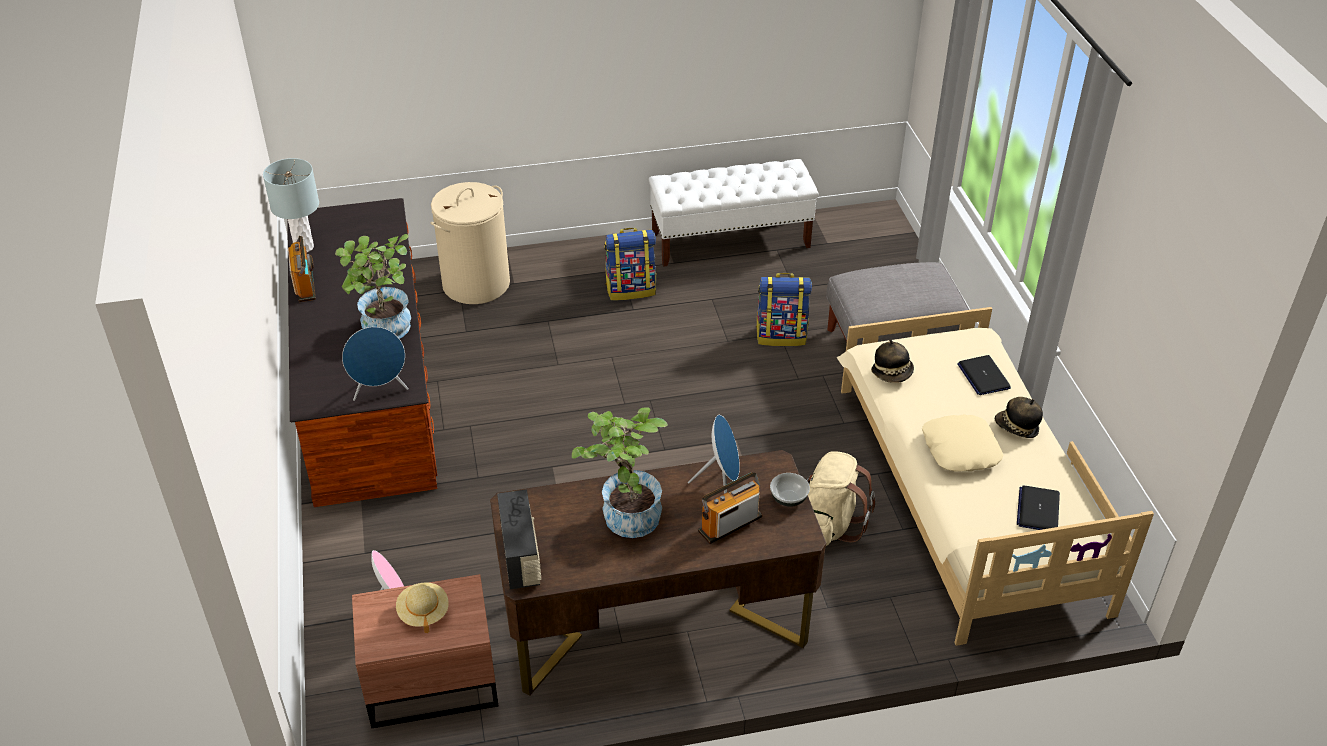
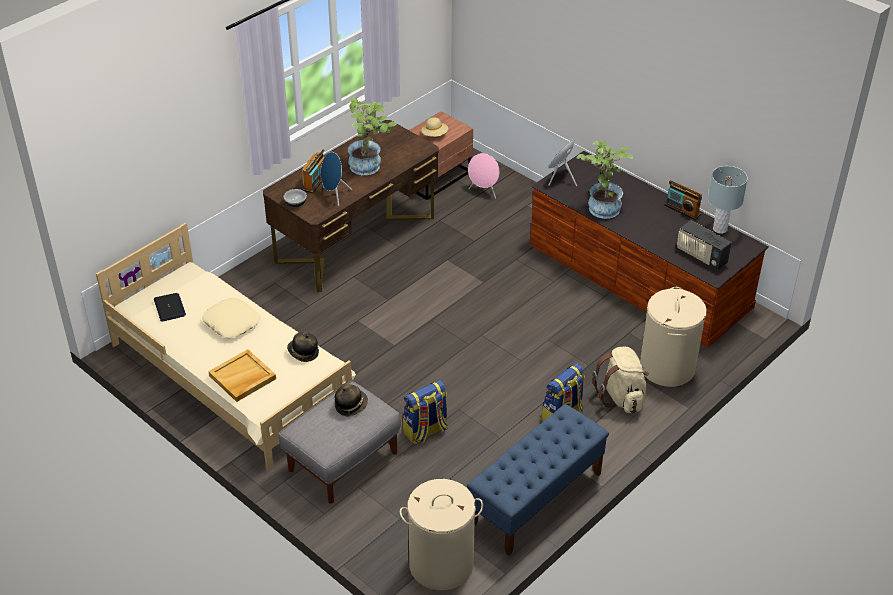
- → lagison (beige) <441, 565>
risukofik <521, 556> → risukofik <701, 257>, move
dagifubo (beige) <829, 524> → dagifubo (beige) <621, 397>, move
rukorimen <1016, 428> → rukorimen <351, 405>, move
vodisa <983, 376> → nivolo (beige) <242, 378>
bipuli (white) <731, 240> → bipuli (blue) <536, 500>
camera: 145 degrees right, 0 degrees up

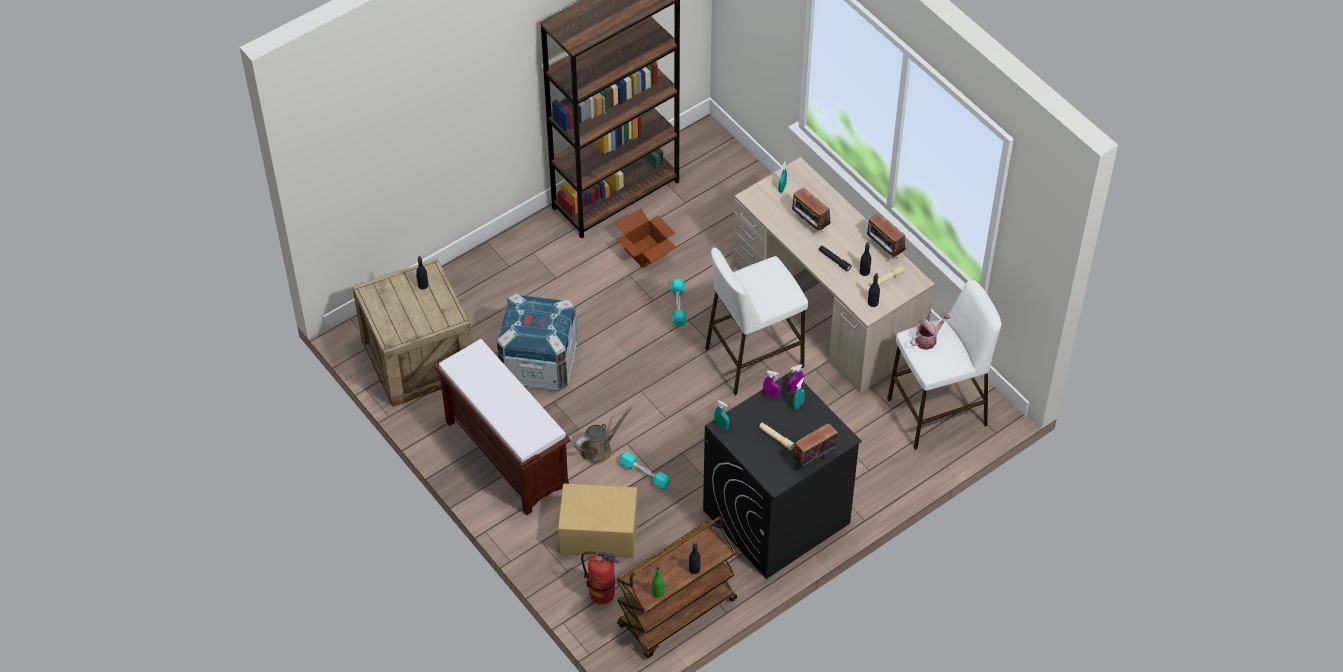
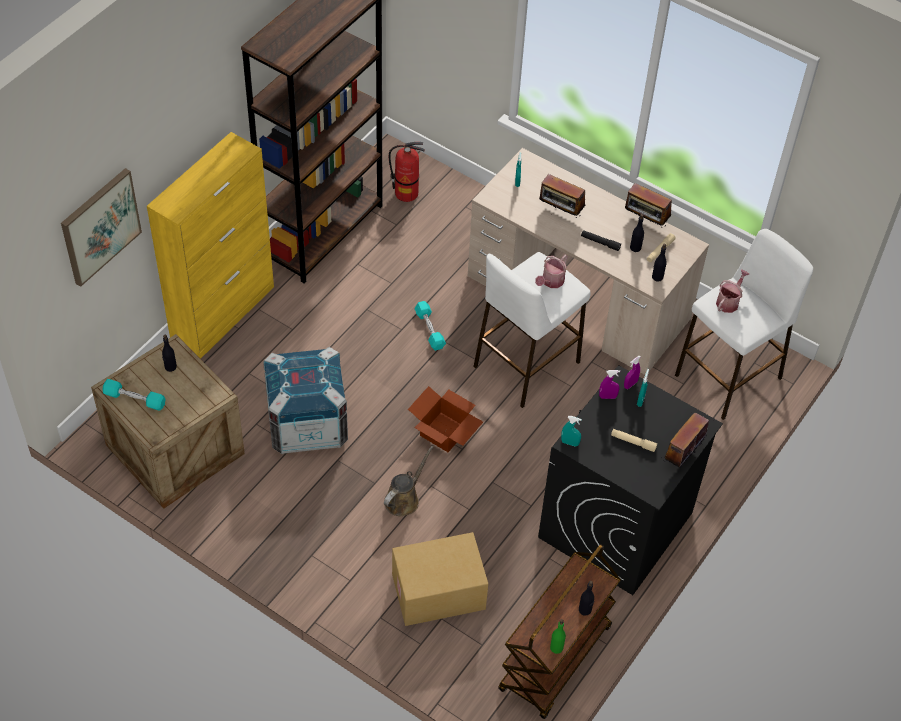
bipuli (brown) <505, 454> → -
- → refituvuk <100, 226>
- → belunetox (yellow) <223, 314>
- → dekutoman <551, 282>
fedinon <602, 593> → fedinon <406, 193>, move
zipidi <646, 252> → zipidi <444, 433>, move
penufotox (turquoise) <644, 474> → penufotox (turquoise) <134, 399>, move
camera: 20 degrees left, 0 degrees up

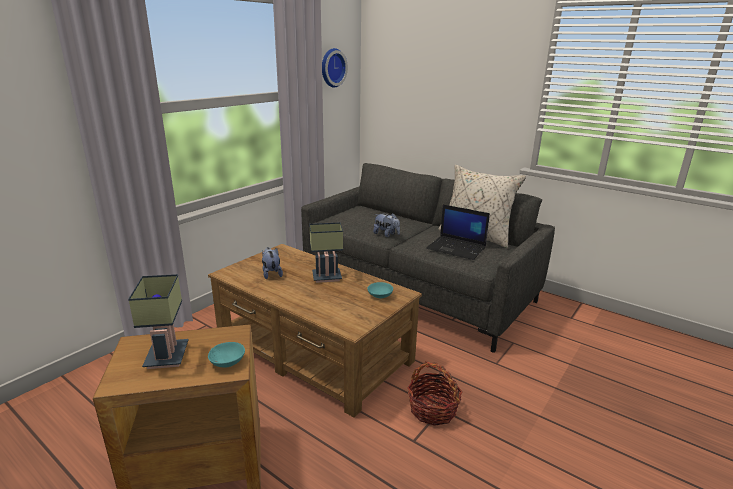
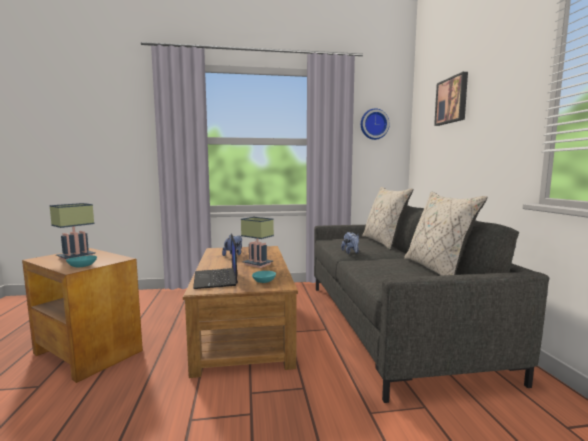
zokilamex <432, 409> → -
- → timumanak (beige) <384, 242>
- → refituvuk <452, 100>
vodisa <457, 248> → vodisa <216, 279>, move
camera: 45 degrees right, 15 degrees down

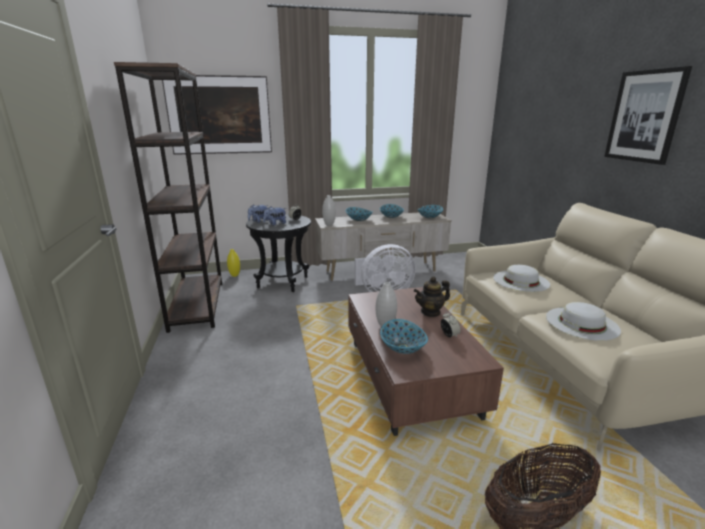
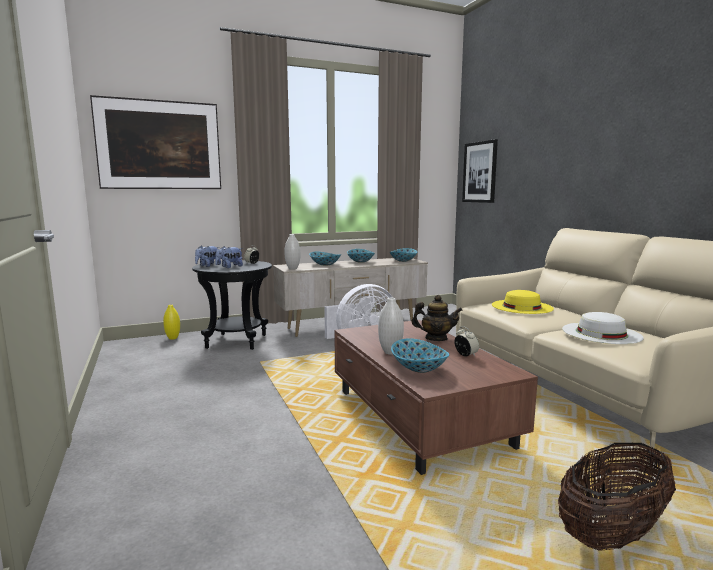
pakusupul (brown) <197, 305> → -
refituvuk <645, 116> → refituvuk <480, 172>, move
rukorimen (white) <521, 281> → rukorimen (yellow) <521, 306>
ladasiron <430, 312> → ladasiron <436, 338>, 135 degrees counterclockwise
camera: 10 degrees left, 10 degrees down

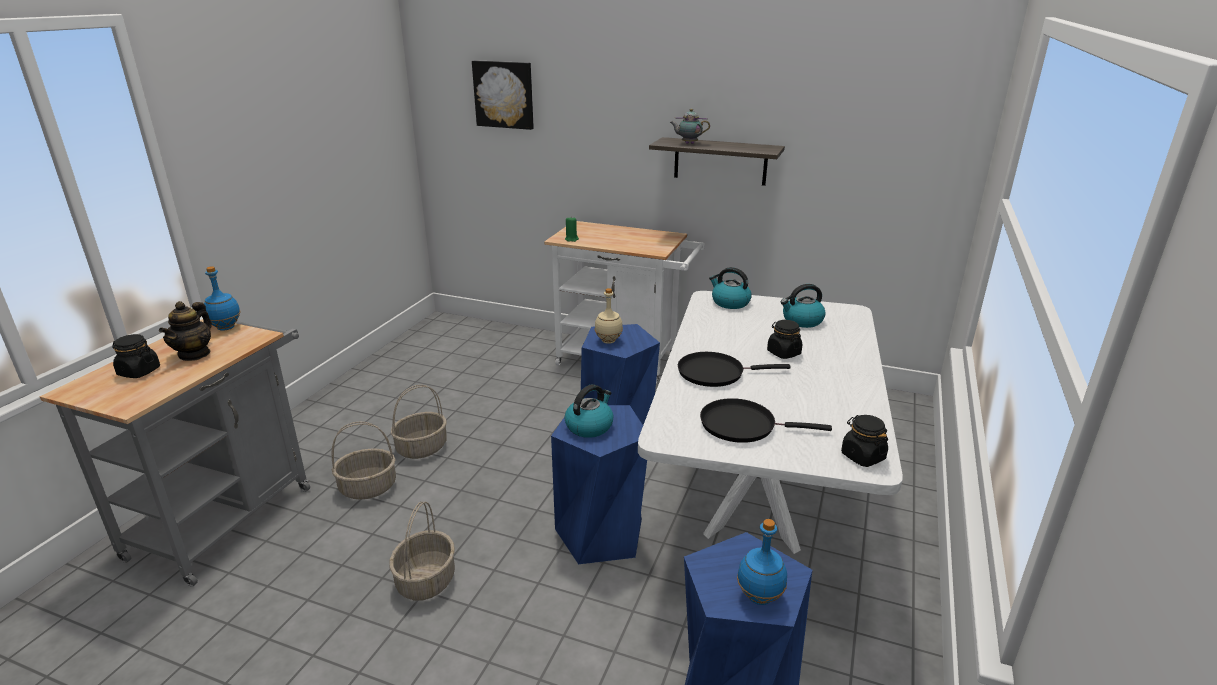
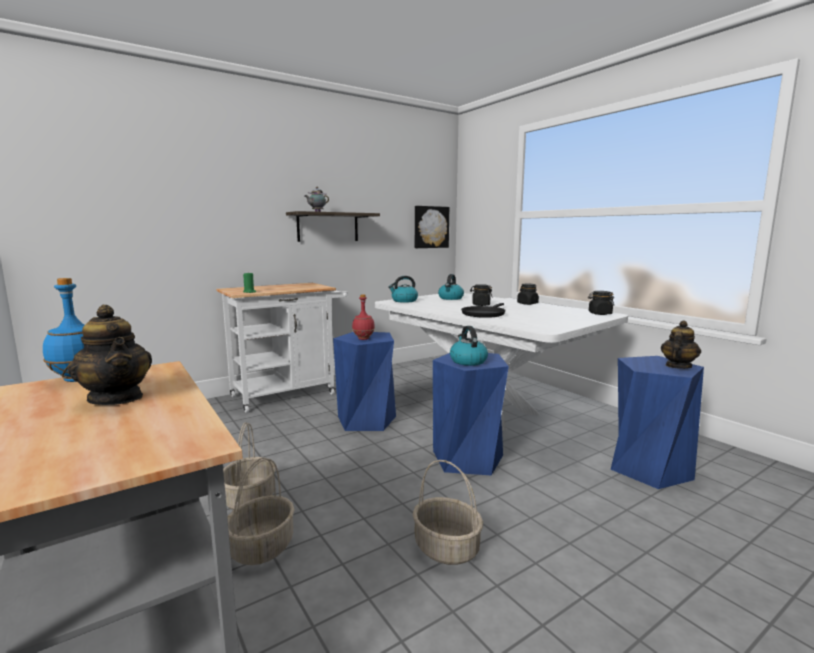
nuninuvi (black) <743, 425> → -
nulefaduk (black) <139, 372> → nulefaduk (black) <527, 303>, move
refituvuk <504, 94> → refituvuk <430, 227>, move
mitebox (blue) <759, 596> → ladasiron <677, 366>
mitebox (beige) <608, 341> → mitebox (red) <363, 339>
camera: 55 degrees left, 15 degrees down

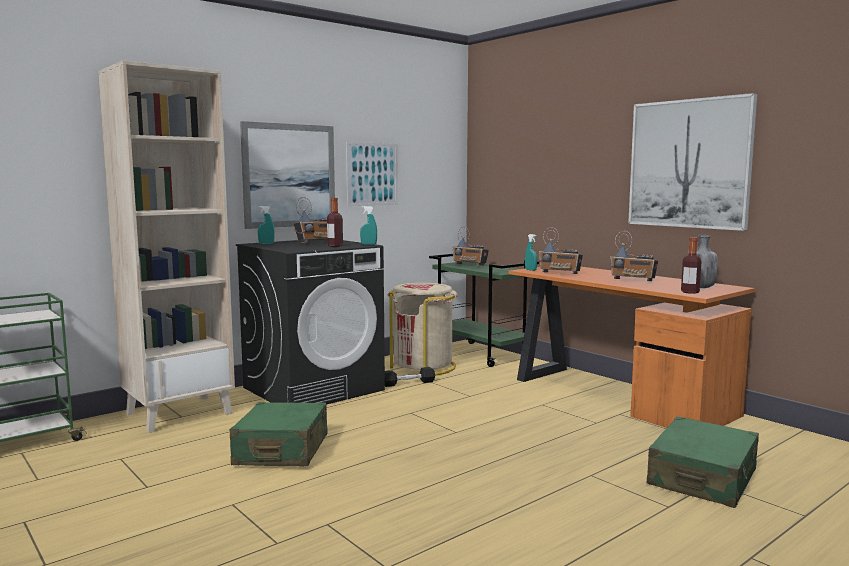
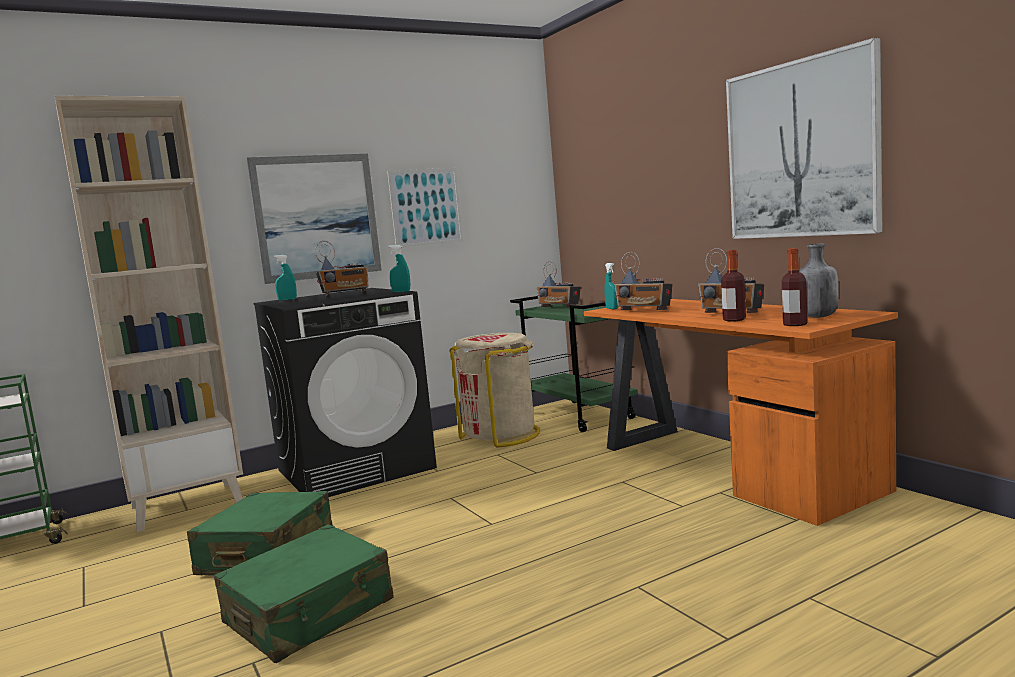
penufotox (black) <408, 383> → -
mitebox <335, 246> → mitebox <734, 320>, move
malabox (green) <702, 478> → malabox (green) <309, 612>, move
camera: 10 degrees right, 0 degrees up

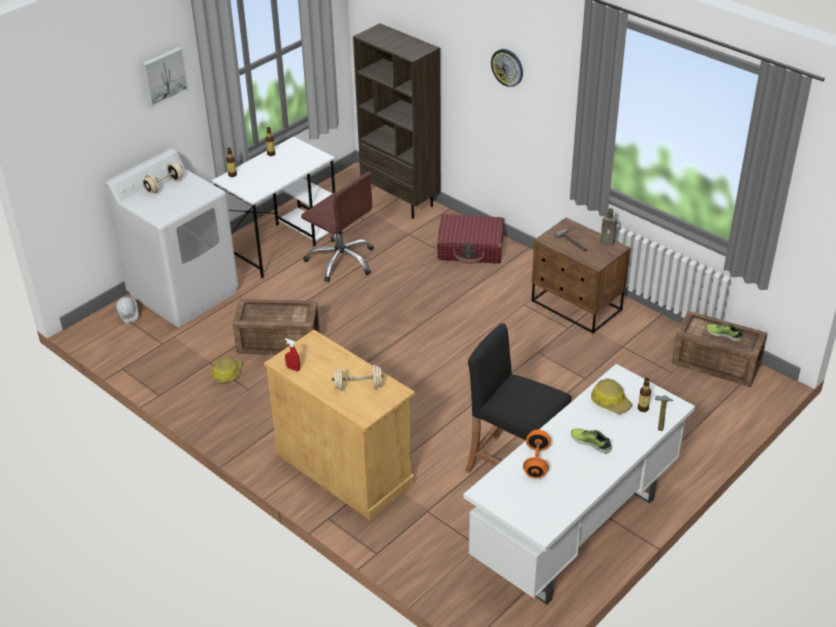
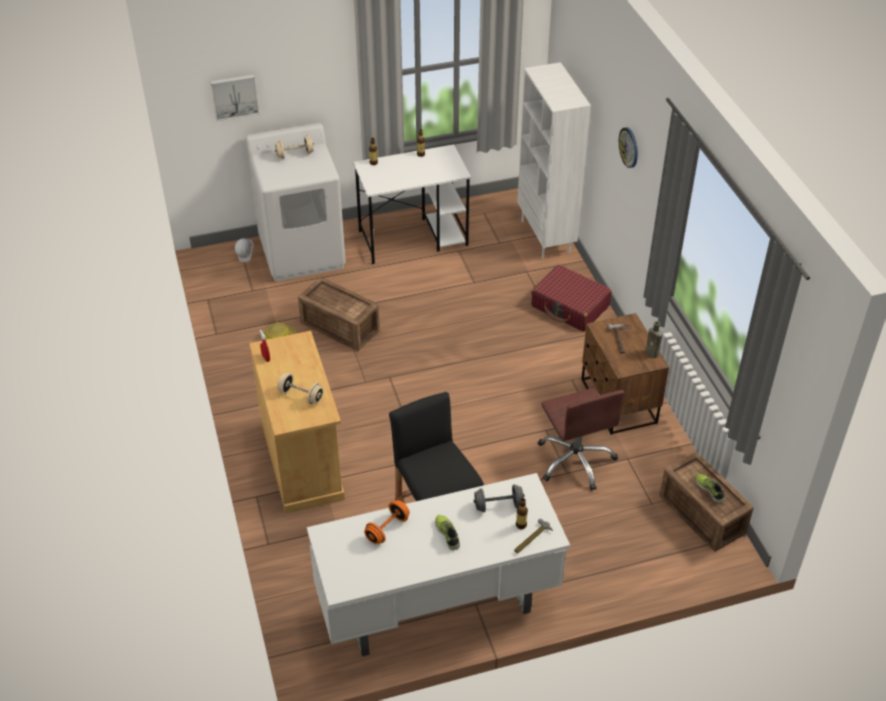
refituvuk <163, 76> → refituvuk <234, 96>, move
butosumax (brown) <341, 261> → butosumax (brown) <575, 460>, move
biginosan <610, 402> → penufotox (grey) <498, 505>
pakusupul (brown) <401, 200> → pakusupul (white) <546, 236>
camera: 30 degrees right, 5 degrees up

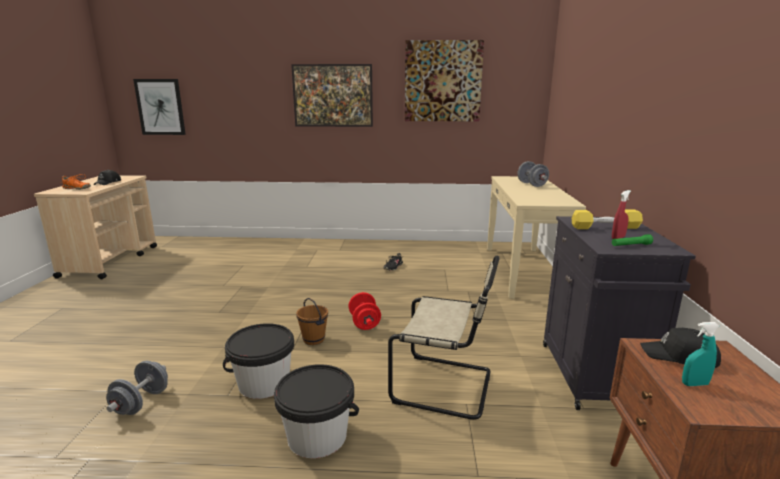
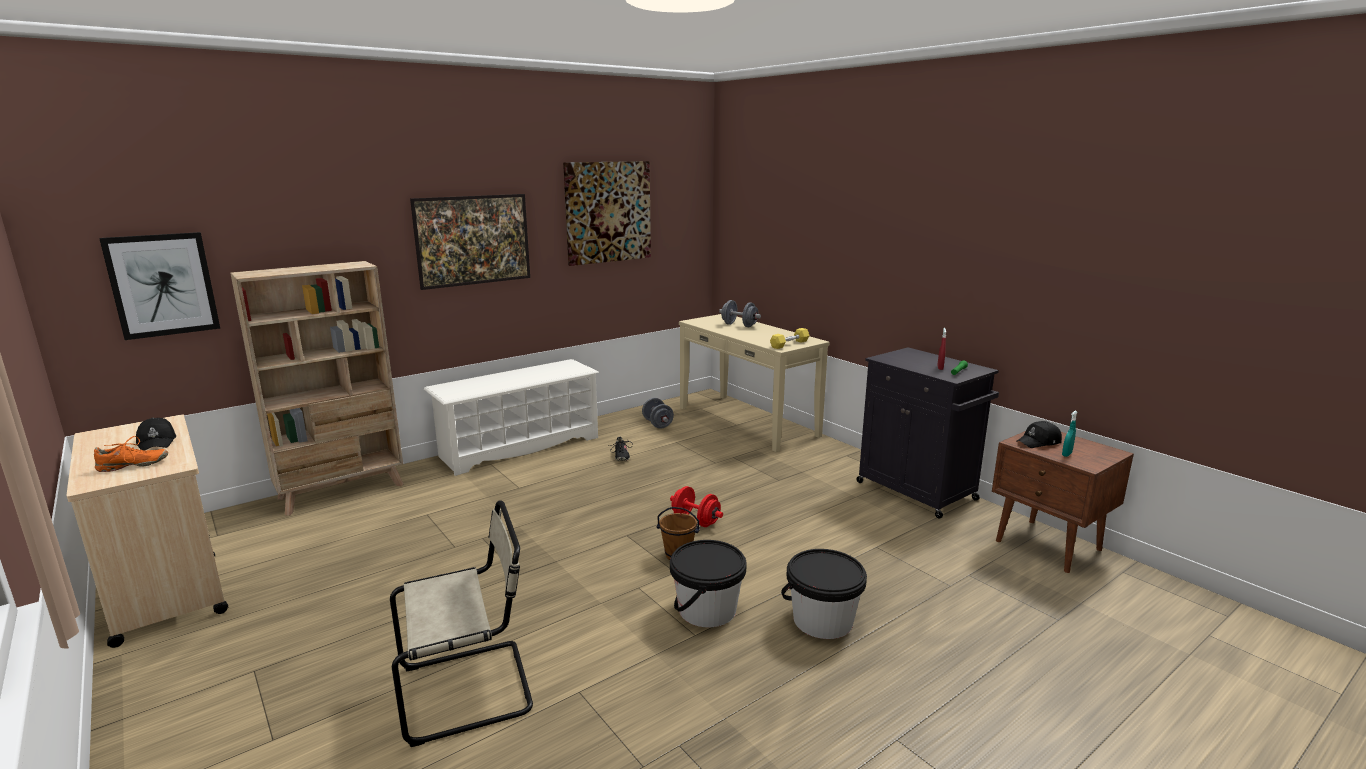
- → pakusupul (beige) <342, 491>
- → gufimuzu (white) <519, 447>
penufotox (grey) <141, 402> → penufotox (grey) <657, 424>, move
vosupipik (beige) <446, 386> → vosupipik (beige) <471, 689>, move
penufotox (yellow) <605, 227> → penufotox (yellow) <789, 344>, move
camera: 40 degrees left, 0 degrees up

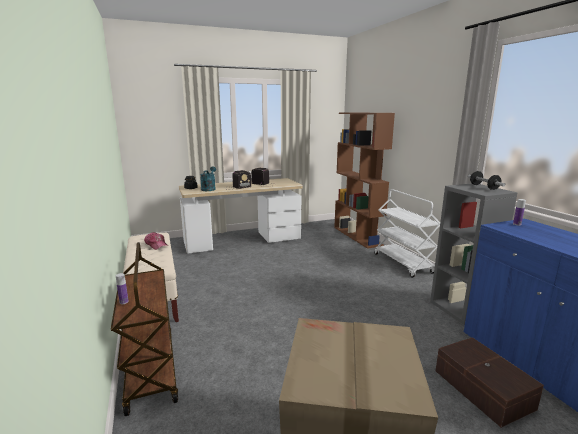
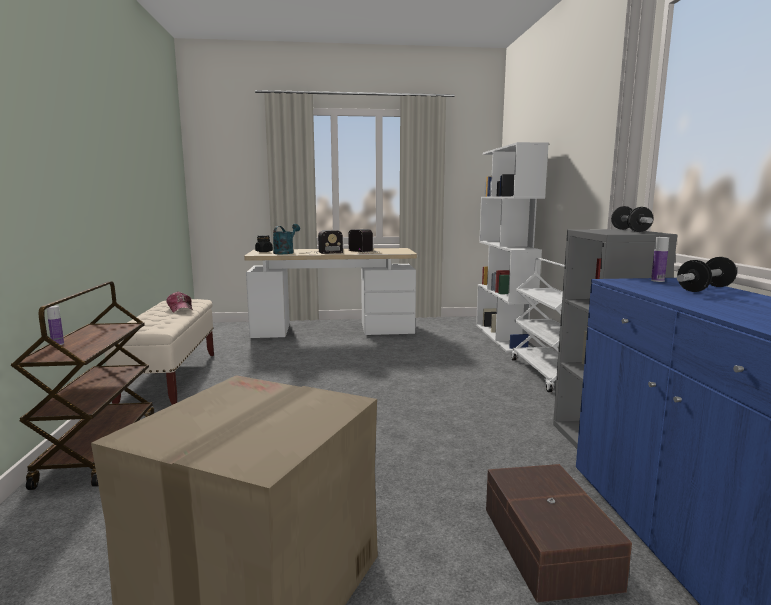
- → penufotox <705, 289>
pakusupul (brown) <357, 236> → pakusupul (white) <503, 337>
camera: 15 degrees right, 5 degrees down

